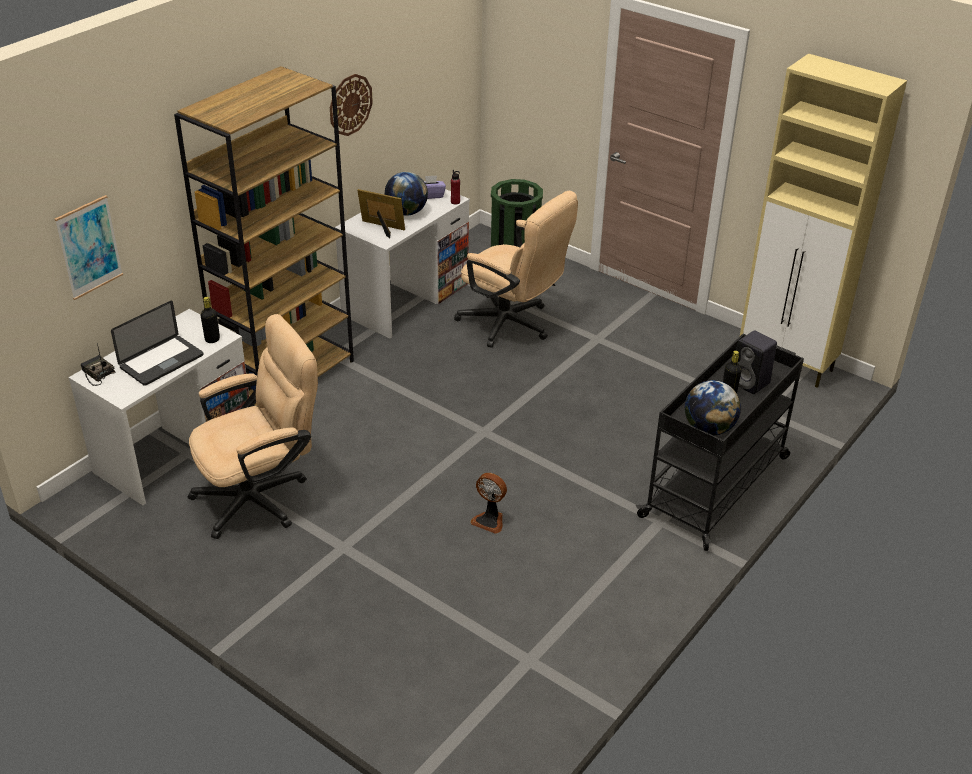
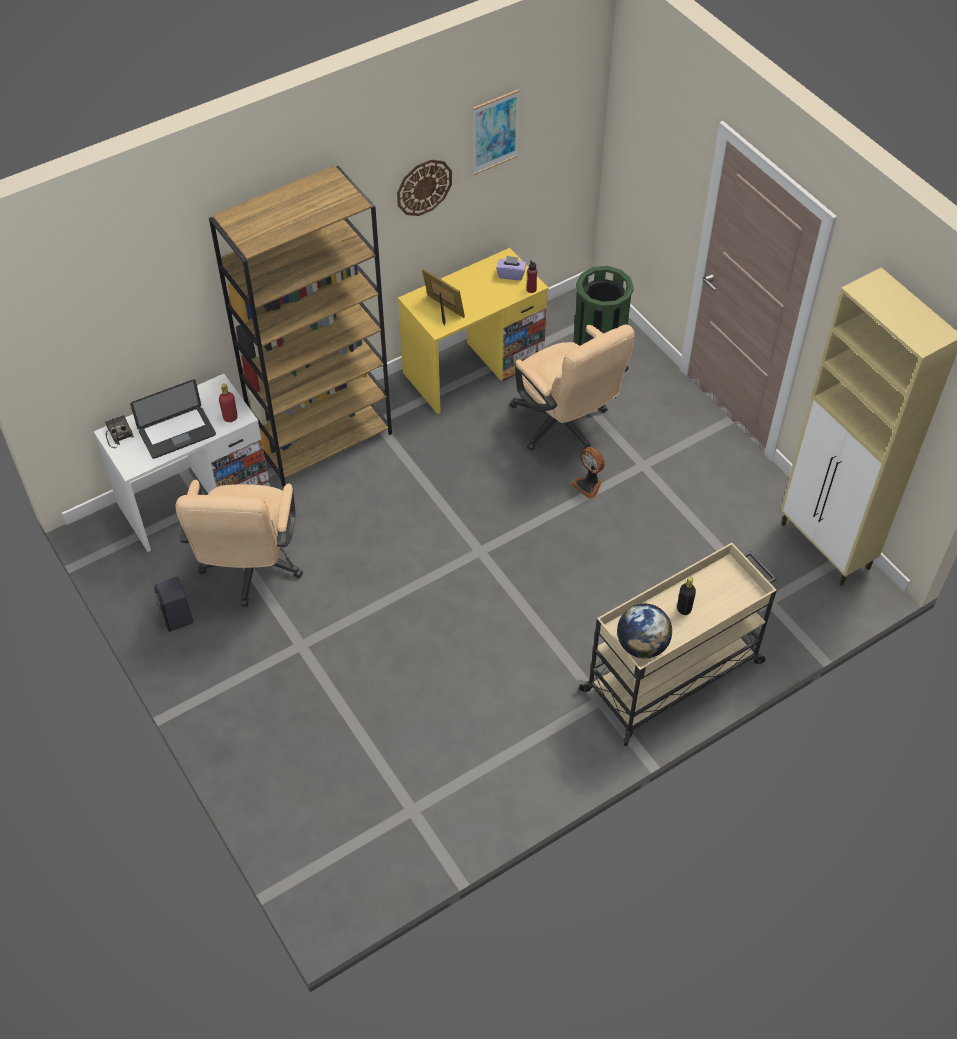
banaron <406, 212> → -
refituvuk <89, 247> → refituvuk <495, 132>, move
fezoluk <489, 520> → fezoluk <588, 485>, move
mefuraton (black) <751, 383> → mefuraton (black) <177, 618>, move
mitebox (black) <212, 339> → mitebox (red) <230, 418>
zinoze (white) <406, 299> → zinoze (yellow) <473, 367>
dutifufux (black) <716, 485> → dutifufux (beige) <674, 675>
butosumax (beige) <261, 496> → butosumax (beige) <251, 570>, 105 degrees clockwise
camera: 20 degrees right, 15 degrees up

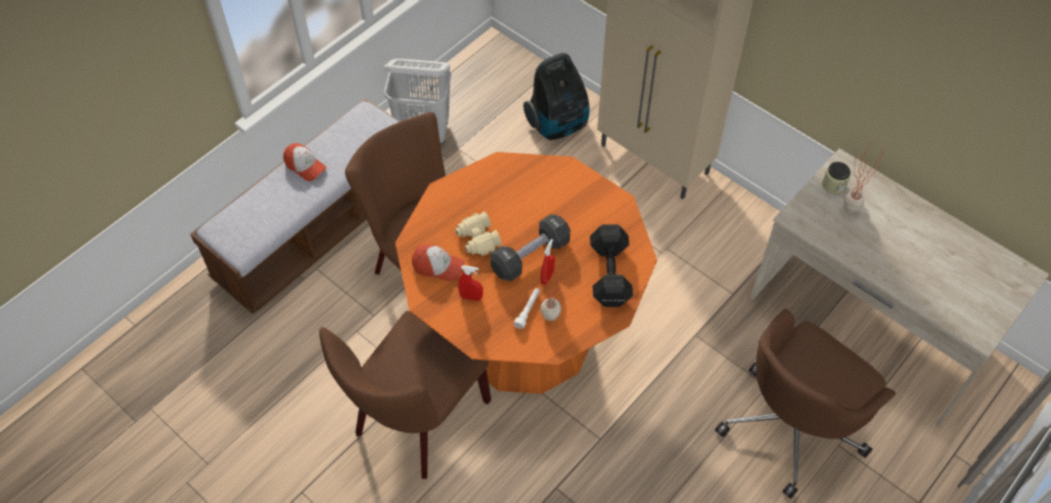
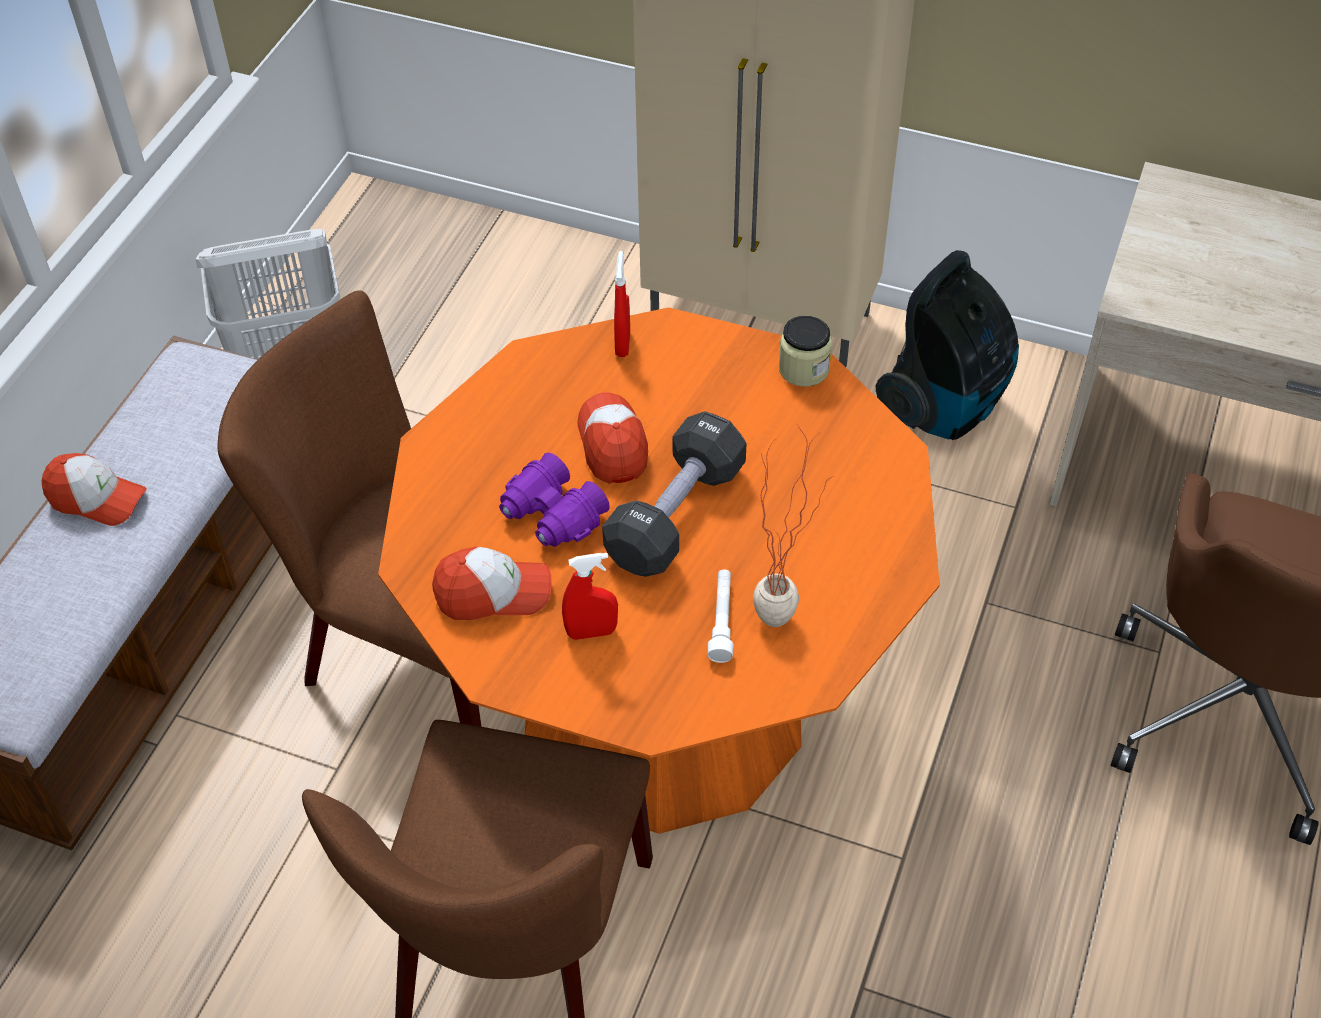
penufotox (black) <609, 276> → -
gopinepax <844, 211> → -
- → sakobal <613, 444>
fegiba <558, 124> → fegiba <946, 406>, move
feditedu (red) <547, 277> → feditedu (red) <622, 343>, move
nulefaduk <833, 185> → nulefaduk <803, 369>, move
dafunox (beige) <477, 240> → dafunox (purple) <552, 516>
camera: 20 degrees left, 5 degrees down

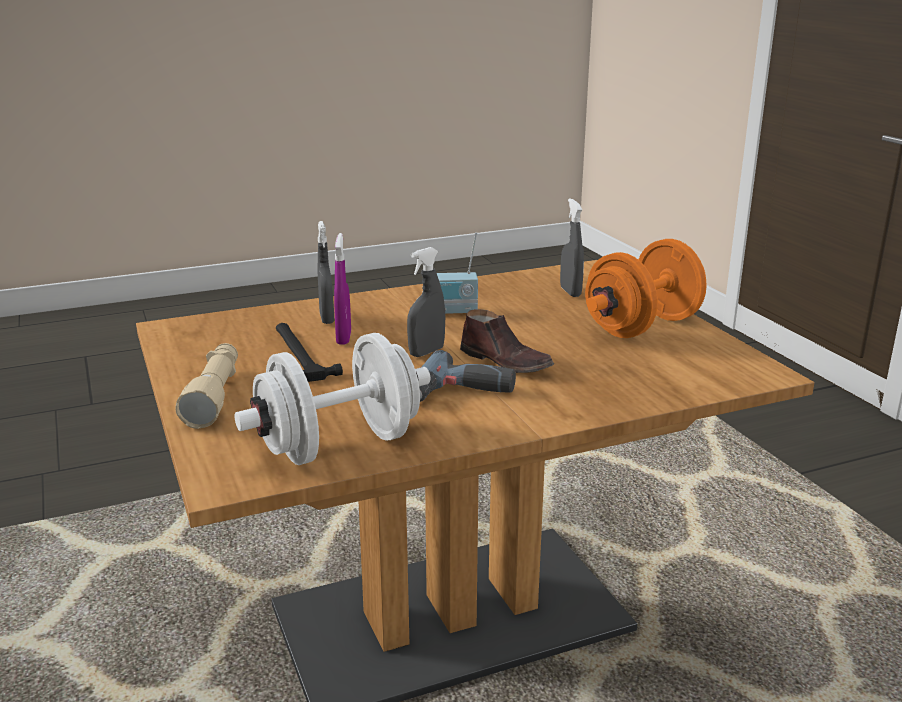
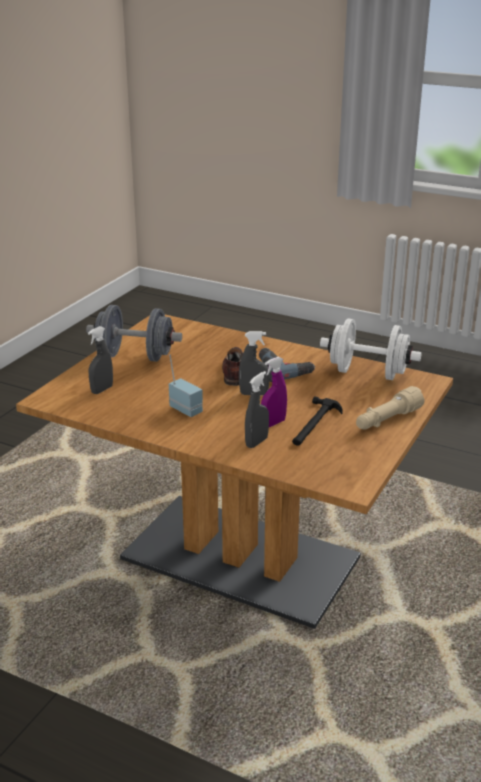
penufotox (orange) <642, 326> → penufotox (grey) <135, 356>
camera: 130 degrees left, 5 degrees up

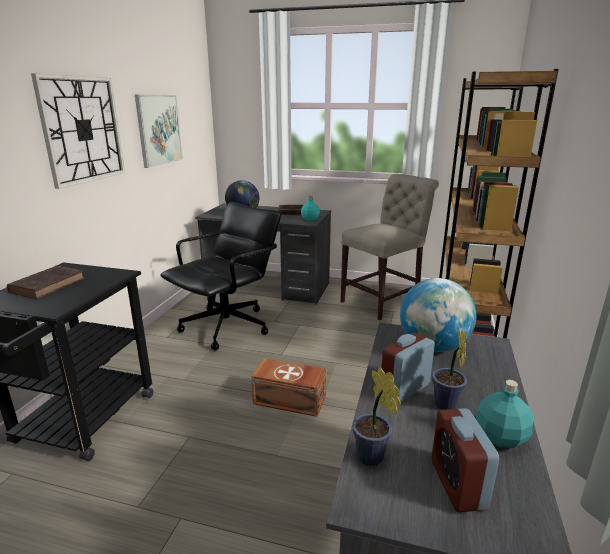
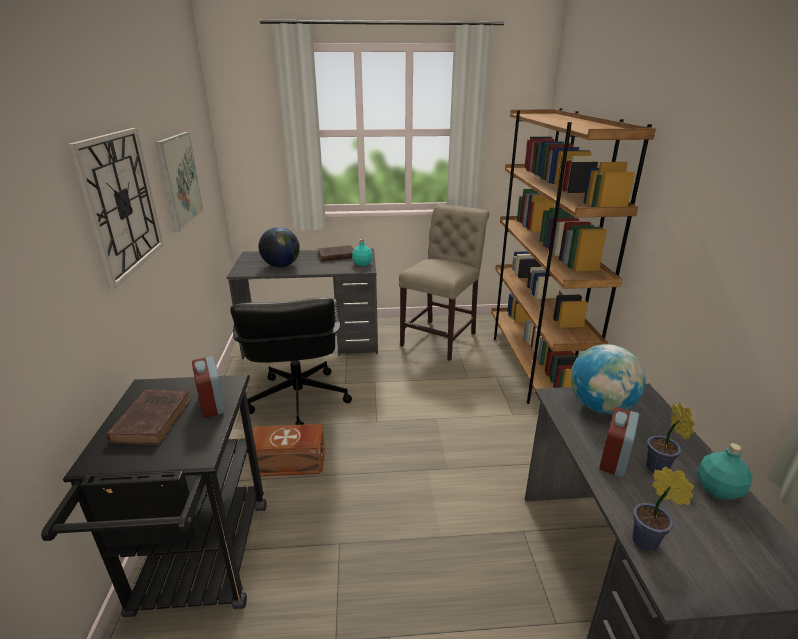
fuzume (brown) <290, 400> → fuzume (brown) <290, 463>, move
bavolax <457, 484> → bavolax <212, 404>, move
butosumax (black) <227, 326> → butosumax (black) <298, 400>, 150 degrees clockwise
camera: 20 degrees left, 5 degrees up

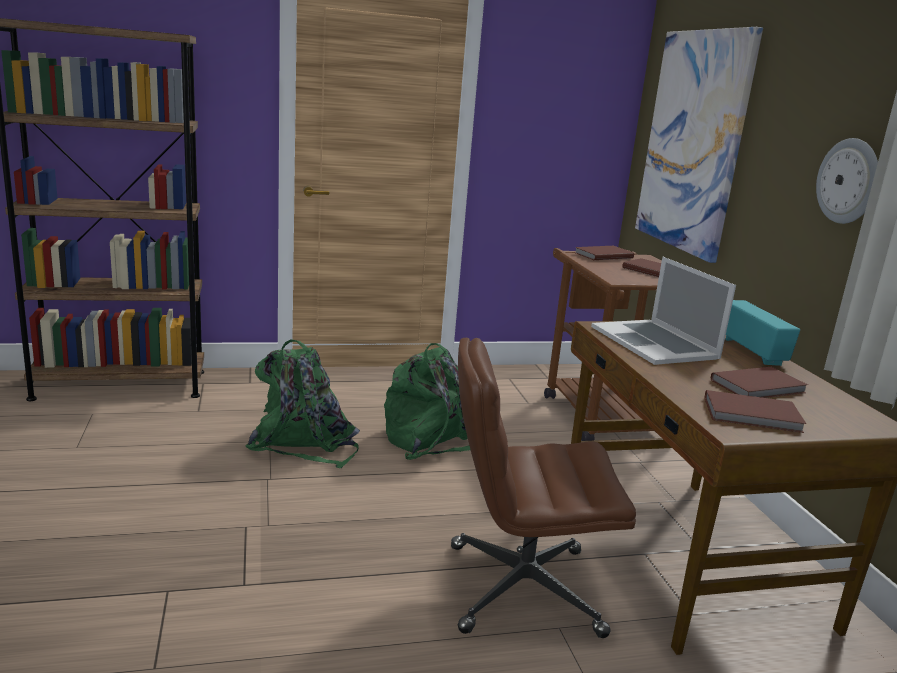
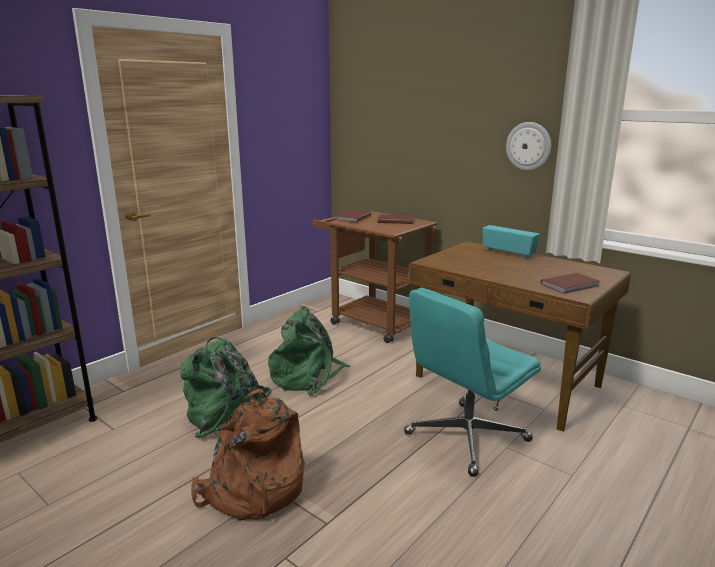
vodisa <654, 342> → -
refituvuk <693, 142> → -
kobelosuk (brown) <760, 387> → -
- → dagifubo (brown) <252, 490>
butosumax (brown) <521, 589> → butosumax (turquoise) <466, 438>
camera: 35 degrees left, 0 degrees up

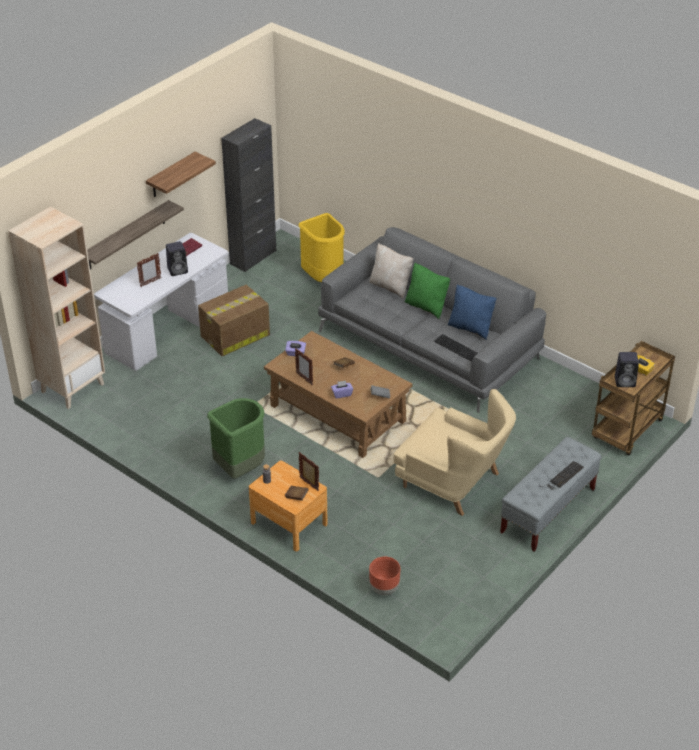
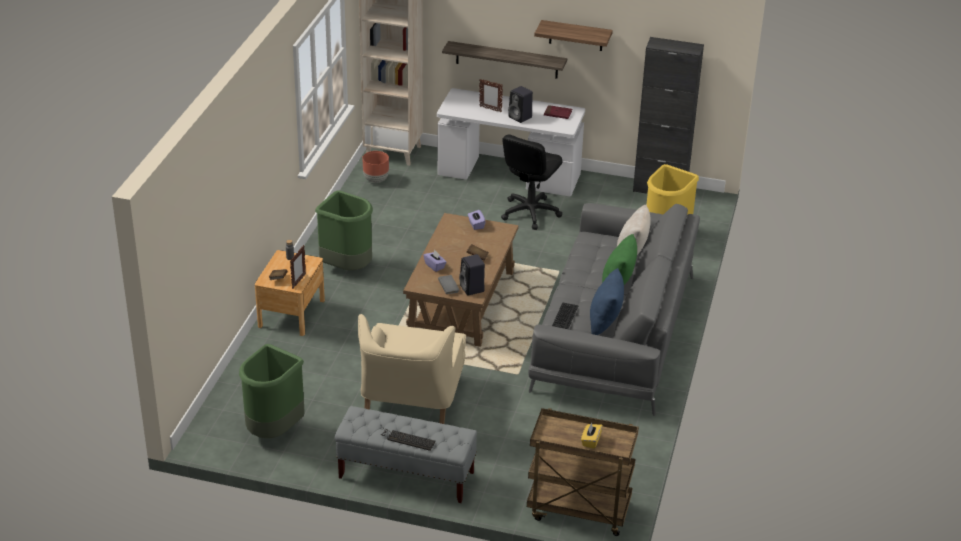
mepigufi <304, 379> → -
- → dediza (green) <274, 430>
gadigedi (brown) <384, 588> → gadigedi (brown) <376, 180>, move
mefuraton (black) <625, 381> → mefuraton (black) <472, 289>, move
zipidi <234, 336> → butosumax (black) <530, 212>
camera: 65 degrees right, 5 degrees down

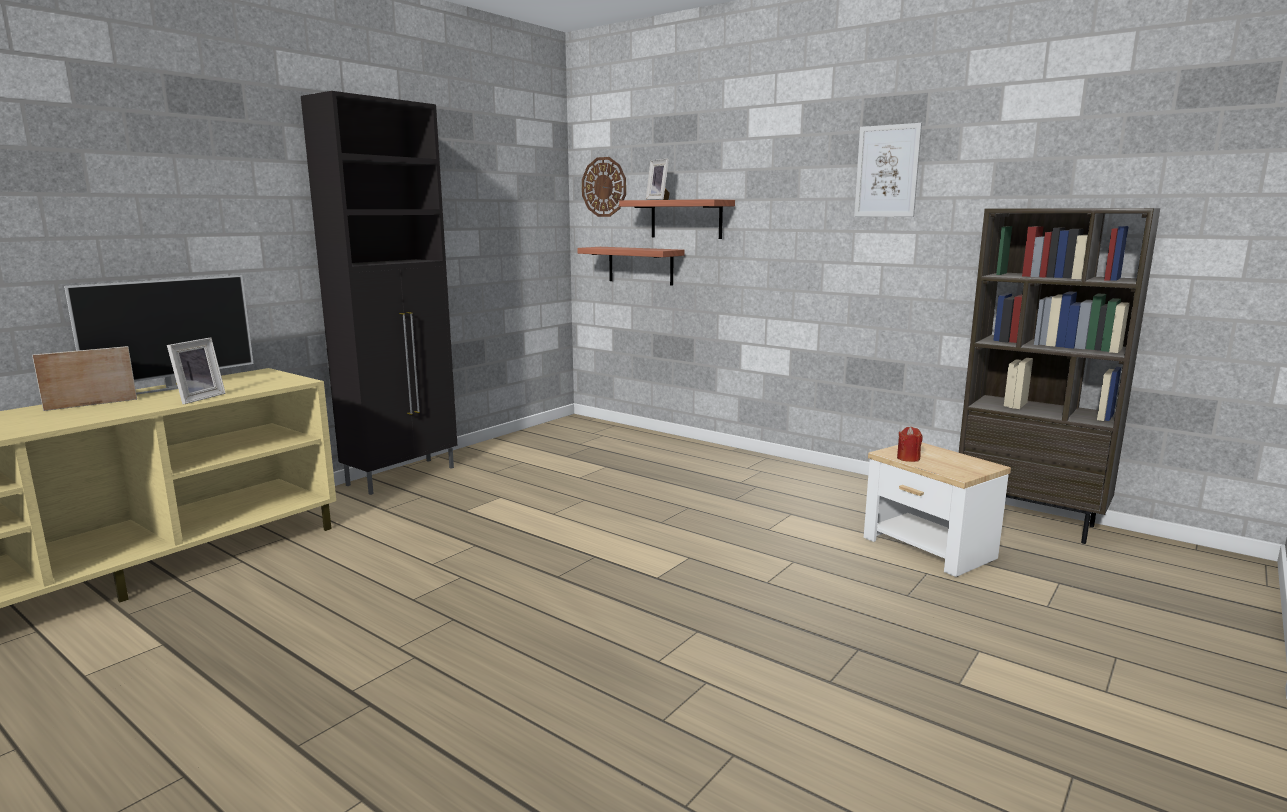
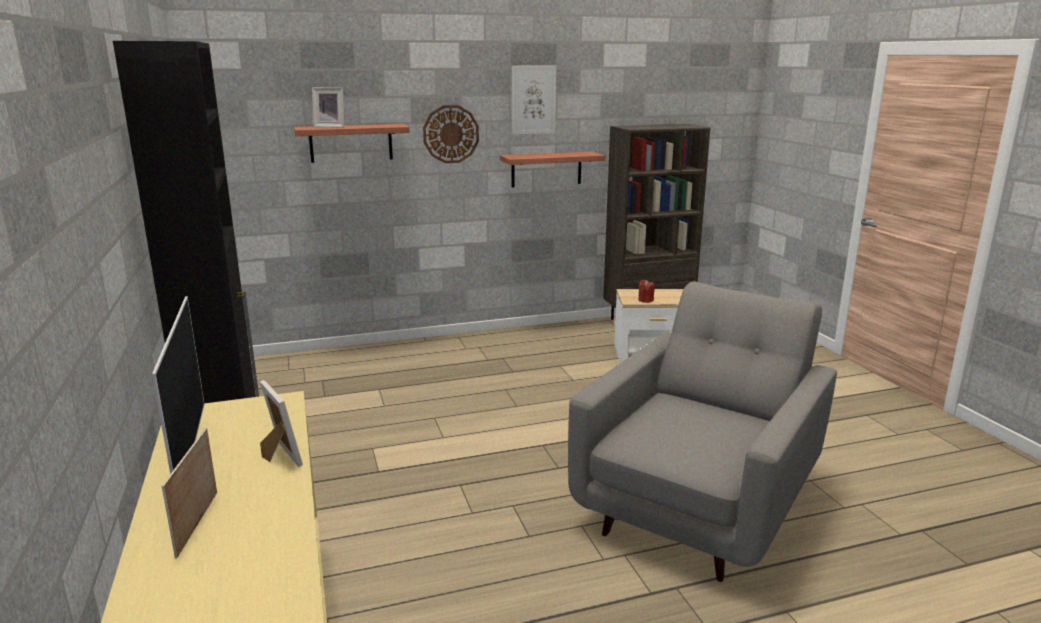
- → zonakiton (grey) <700, 504>
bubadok <640, 265> → bubadok <546, 169>, move
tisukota <604, 187> → tisukota <451, 134>, move
camera: 55 degrees left, 5 degrees up

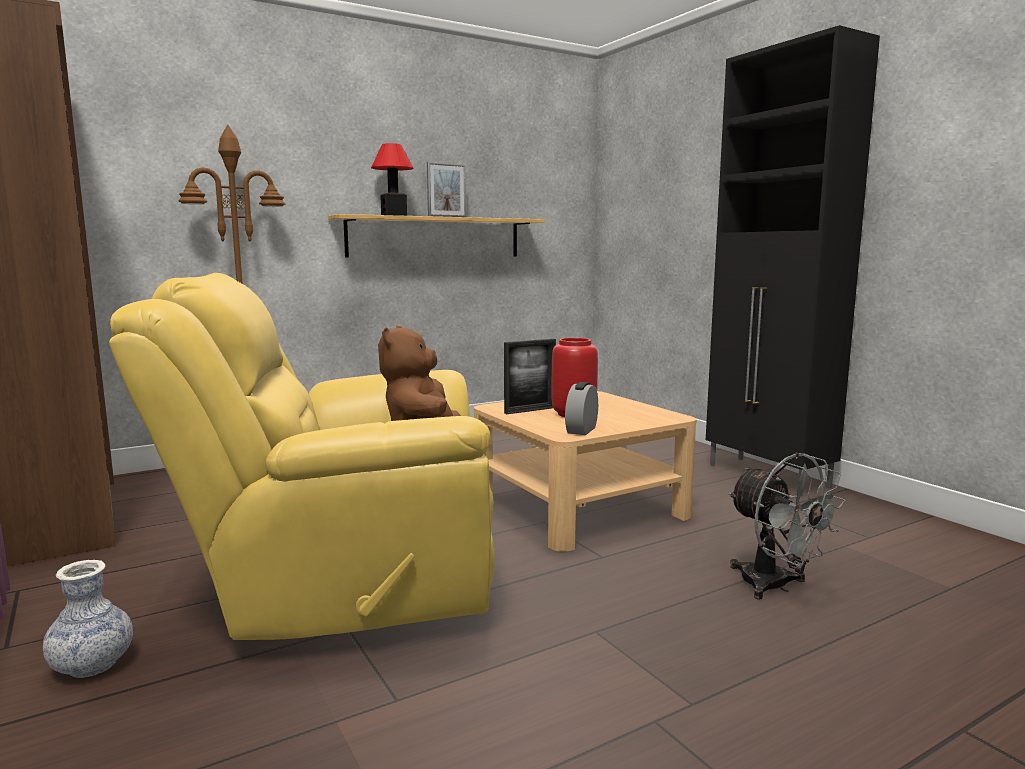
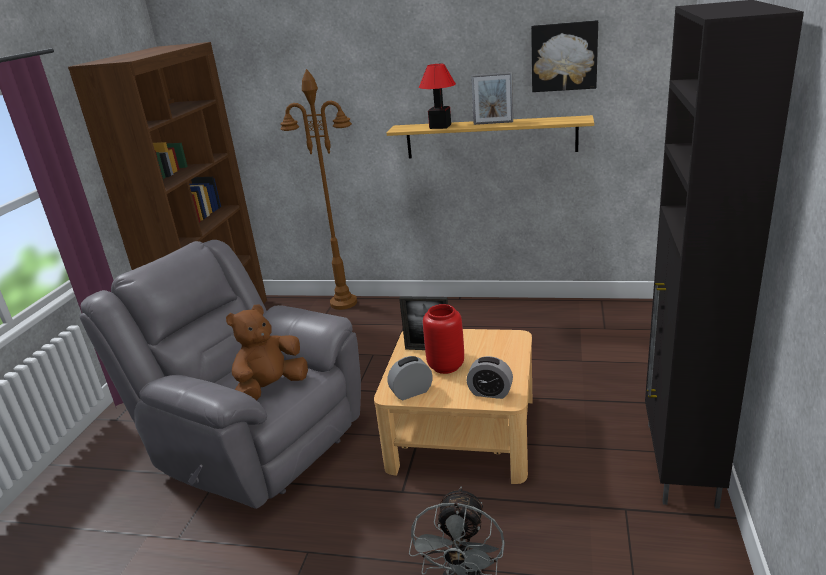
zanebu <92, 665> → -
- → bavolax <490, 393>
- → refituvuk <564, 56>
zonakiton (yellow) <342, 585> → zonakiton (grey) <253, 442>
camera: 45 degrees right, 15 degrees up

